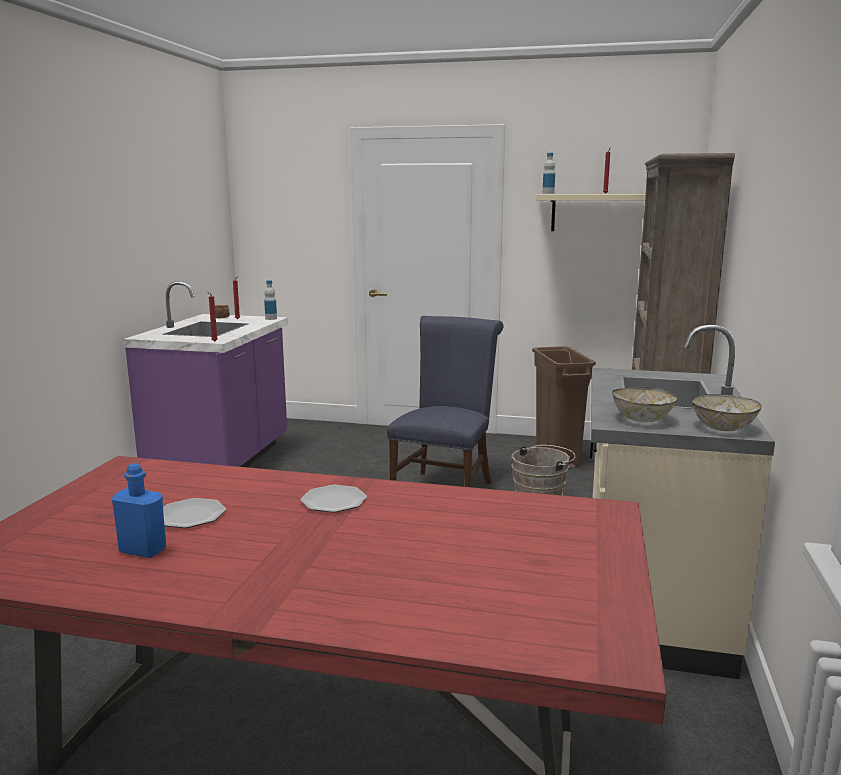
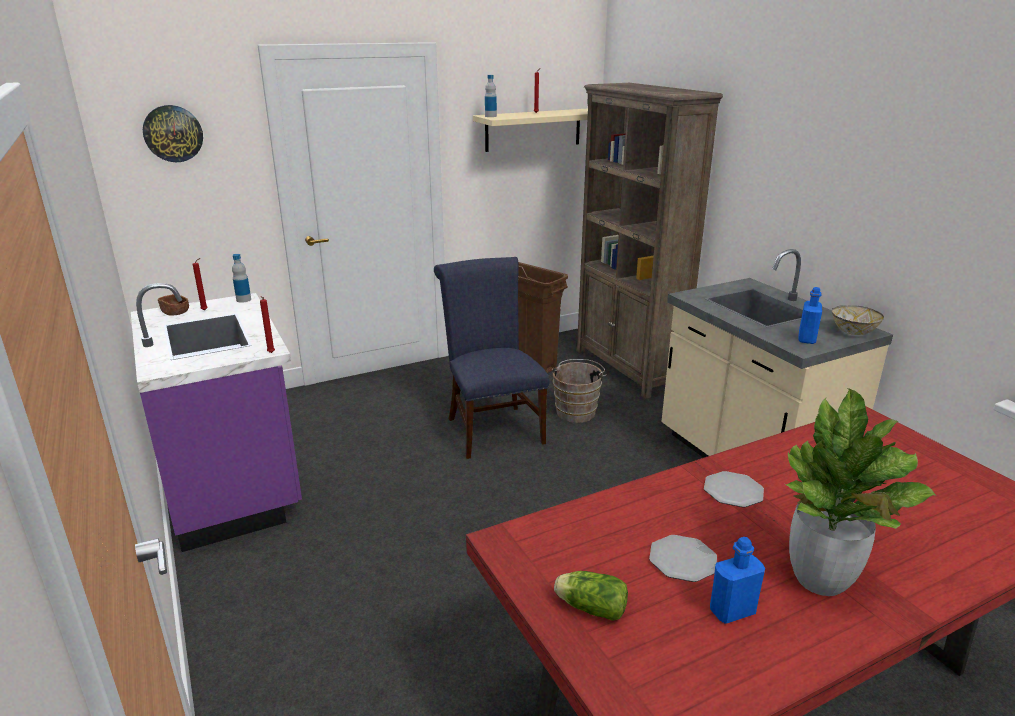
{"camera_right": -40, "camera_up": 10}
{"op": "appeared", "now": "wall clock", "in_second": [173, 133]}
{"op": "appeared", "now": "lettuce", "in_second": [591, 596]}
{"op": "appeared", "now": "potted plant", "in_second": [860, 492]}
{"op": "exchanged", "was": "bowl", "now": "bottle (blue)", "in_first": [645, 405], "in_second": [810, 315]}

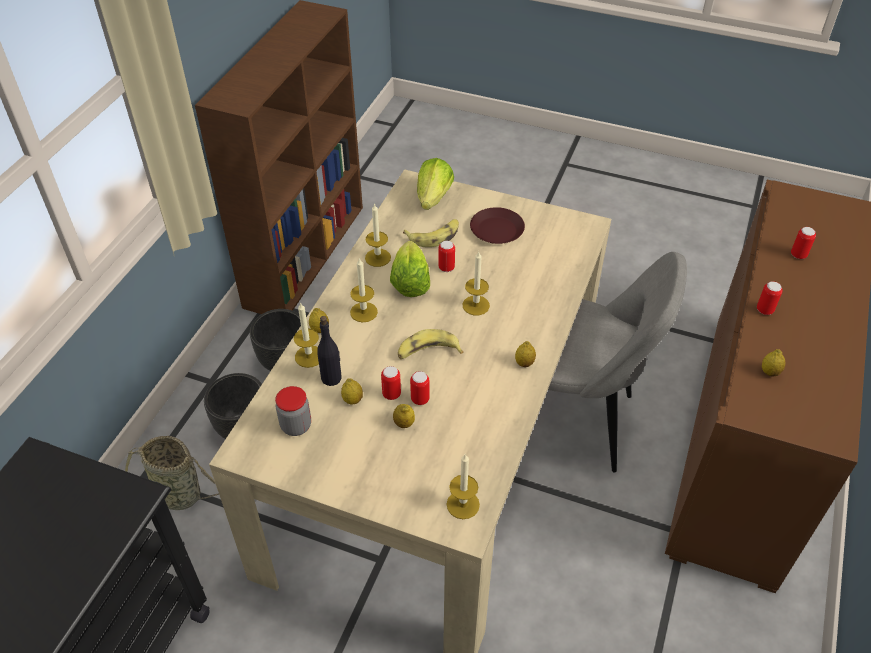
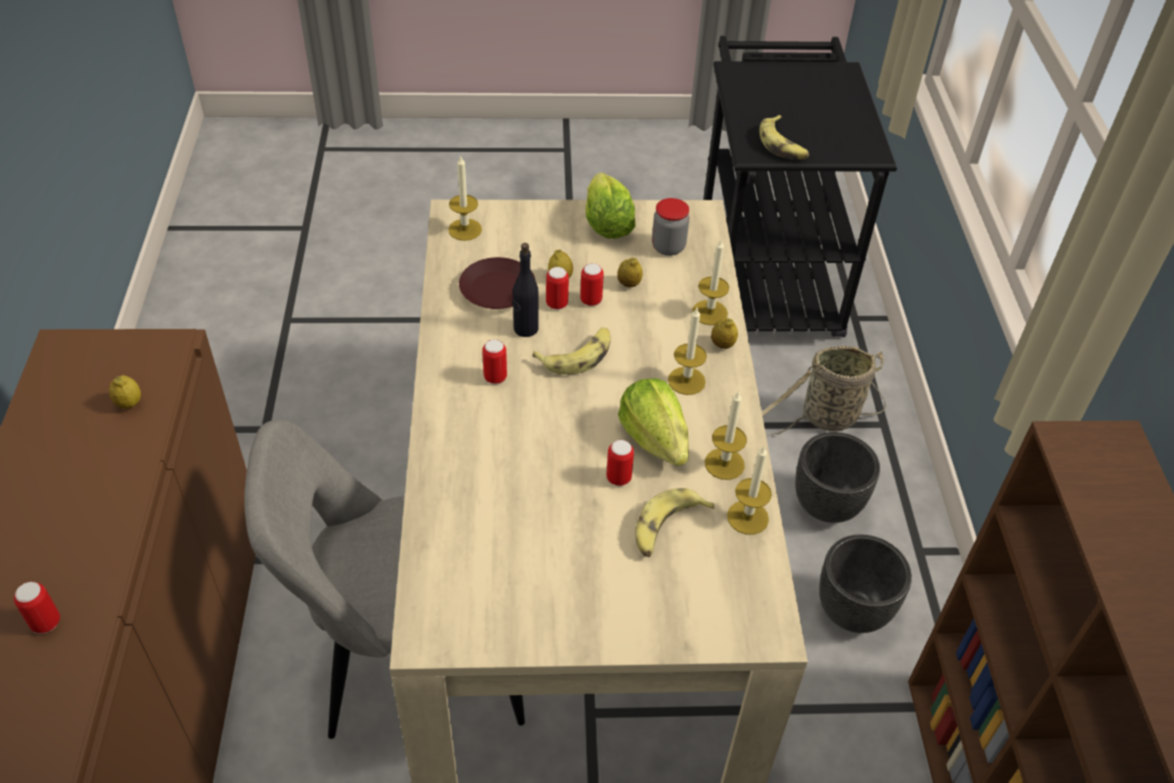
{"camera_right": 155, "camera_up": 0}
{"op": "relocated", "was": "plate (brown)", "in_first": [497, 225], "in_second": [497, 283]}
{"op": "relocated", "was": "can", "in_first": [770, 298], "in_second": [494, 361]}
{"op": "relocated", "was": "bottle (black)", "in_first": [329, 351], "in_second": [525, 290]}
{"op": "relocated", "was": "lettuce", "in_first": [435, 184], "in_second": [610, 206]}
{"op": "relocated", "was": "candle", "in_first": [476, 283], "in_second": [749, 490]}
{"op": "appeared", "now": "banana", "in_second": [784, 137]}
{"op": "missing", "was": "lemon", "in_first": [525, 354]}

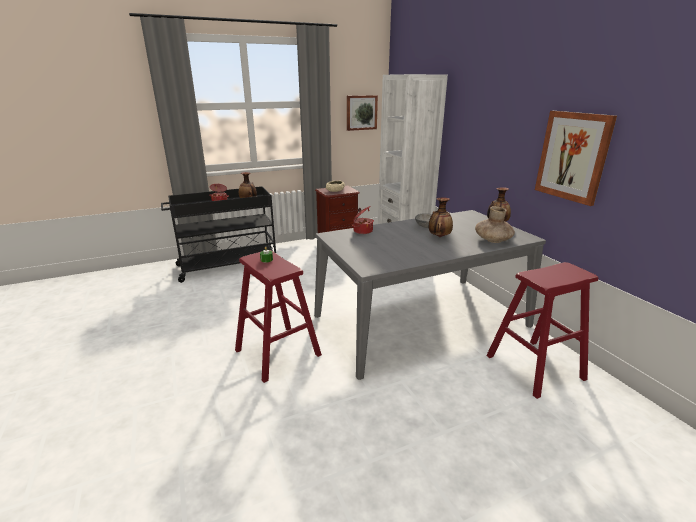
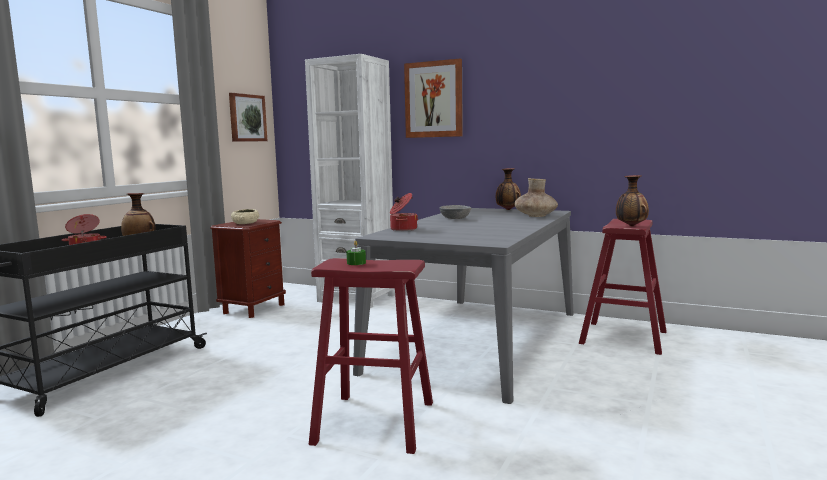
{"camera_right": -40, "camera_up": -15}
{"op": "relocated", "was": "picture", "in_first": [576, 158], "in_second": [433, 98]}
{"op": "relocated", "was": "vase", "in_first": [441, 217], "in_second": [632, 200]}

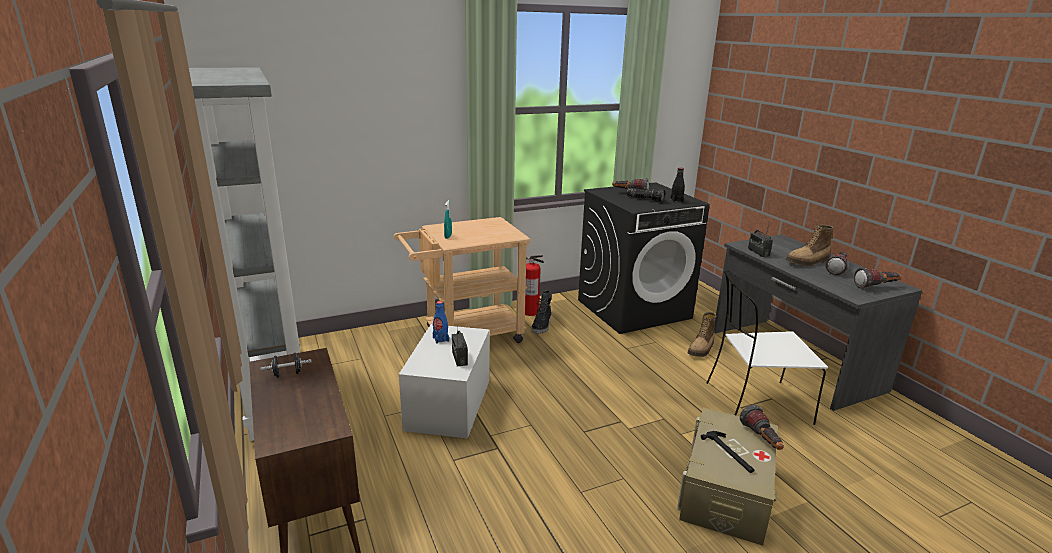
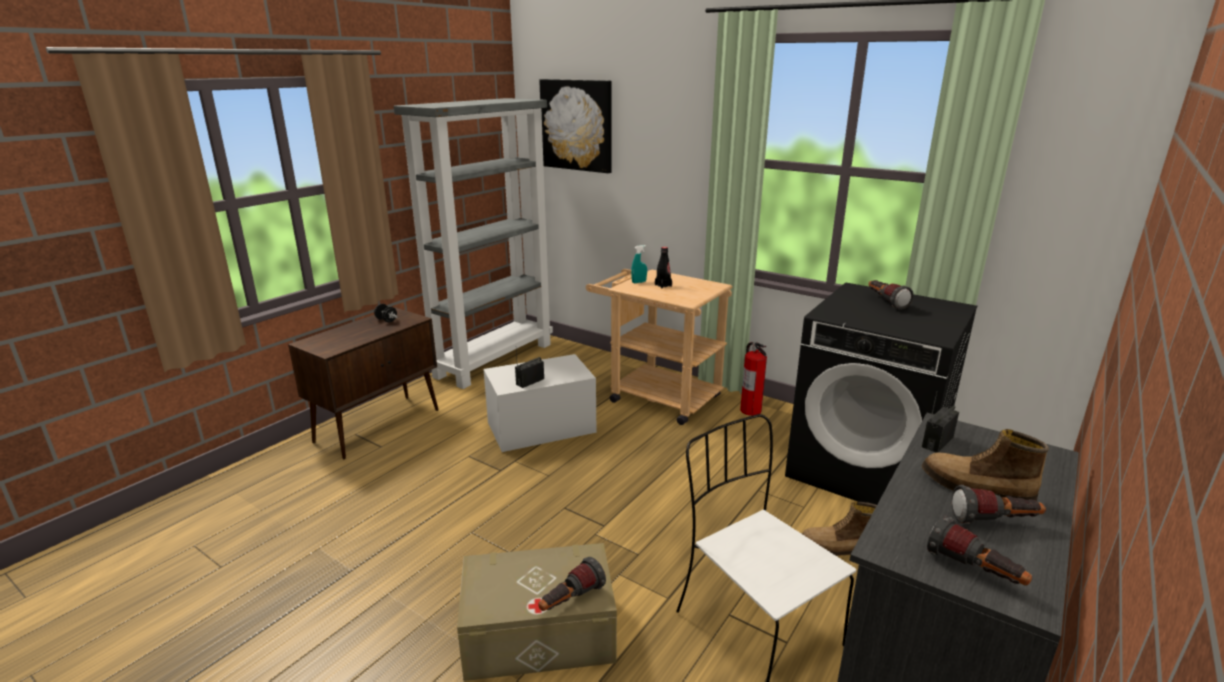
{"camera_right": 60, "camera_up": 0}
{"op": "appeared", "now": "picture", "in_second": [575, 126]}
{"op": "relocated", "was": "bottle (black)", "in_first": [677, 185], "in_second": [663, 267]}
{"op": "missing", "was": "bottle (blue)", "in_first": [441, 322]}
{"op": "missing", "was": "boot (black)", "in_first": [541, 312]}
{"op": "missing", "was": "flashlight", "in_first": [646, 195]}
{"op": "missing", "was": "hammer", "in_first": [728, 452]}

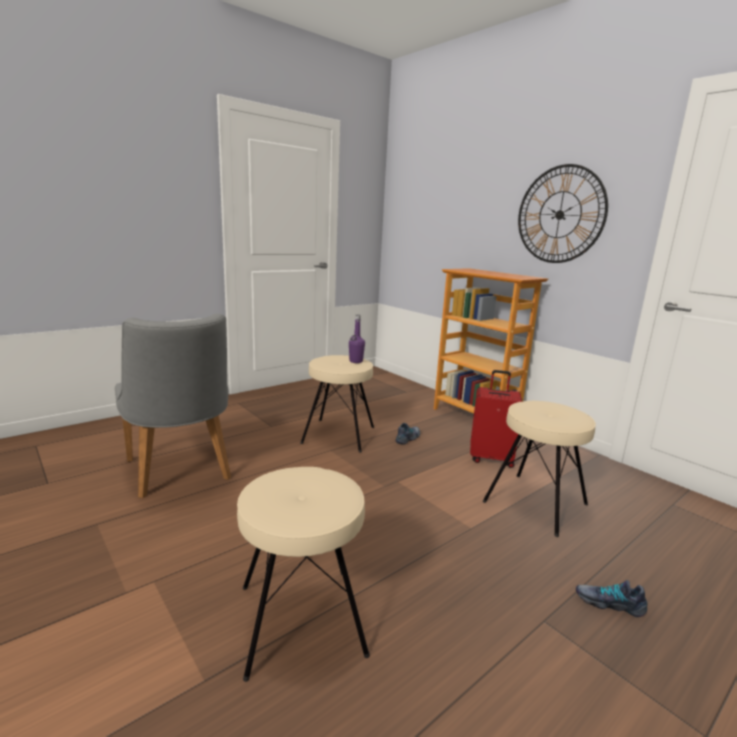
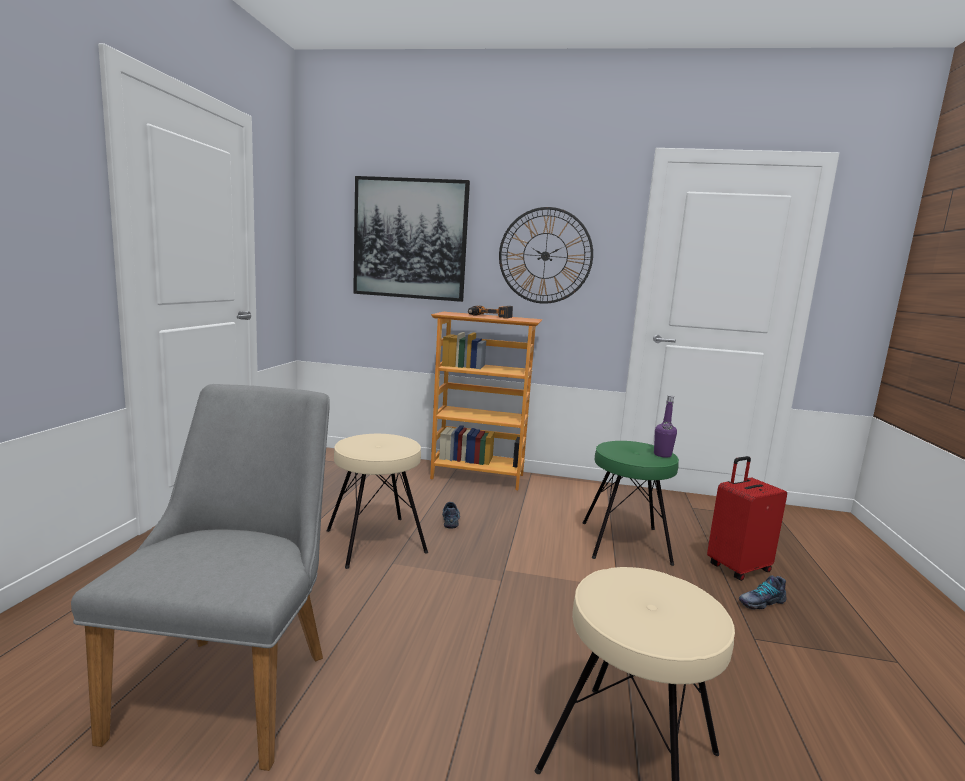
{"camera_right": -40, "camera_up": -5}
{"op": "spun", "was": "chair (grey)", "in_first": [173, 406], "in_second": [200, 577], "clockwise": -105}
{"op": "appeared", "now": "picture", "in_second": [411, 239]}
{"op": "appeared", "now": "power drill", "in_second": [490, 312]}
{"op": "colour", "was": "stool (beige)", "now": "stool (green)", "in_first": [539, 468], "in_second": [630, 503]}
{"op": "relocated", "was": "bottle (purple)", "in_first": [357, 339], "in_second": [665, 426]}
{"op": "relocated", "was": "suitcase (red)", "in_first": [496, 419], "in_second": [747, 518]}

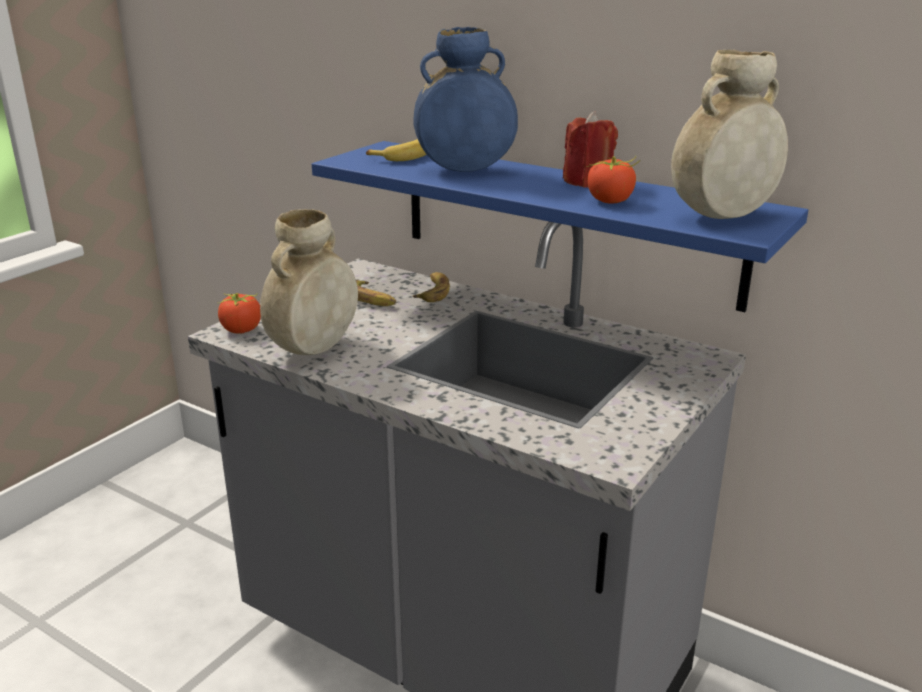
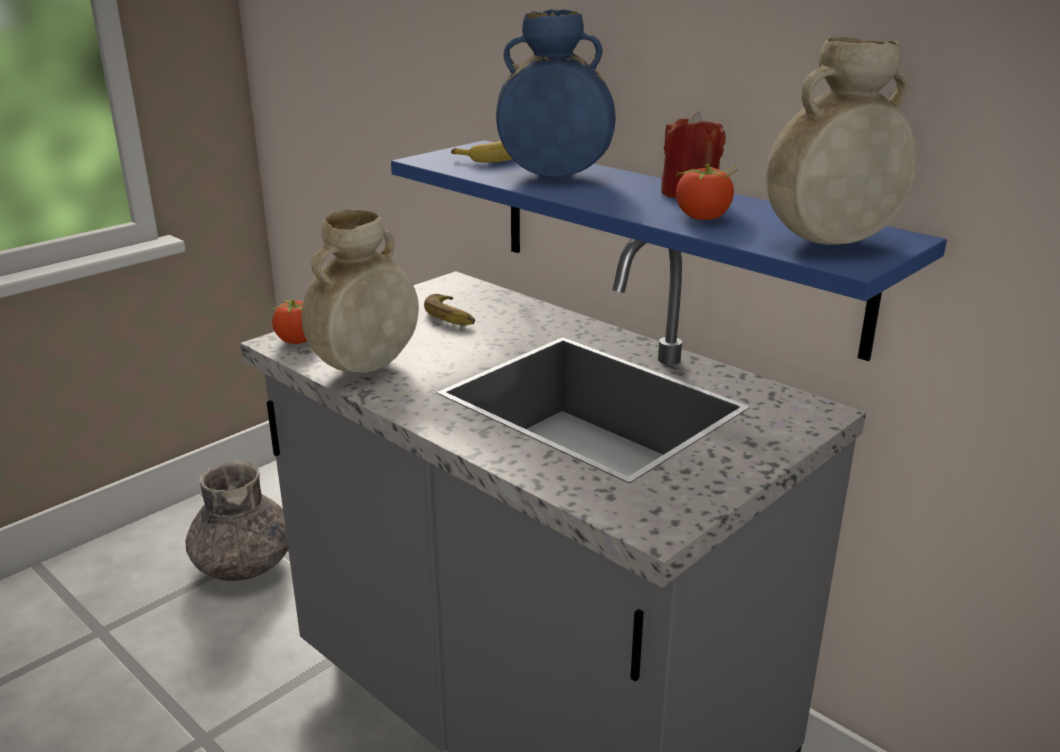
{"camera_right": 10, "camera_up": 0}
{"op": "appeared", "now": "vase (grey)", "in_second": [236, 521]}
{"op": "missing", "was": "banana", "in_first": [431, 287]}

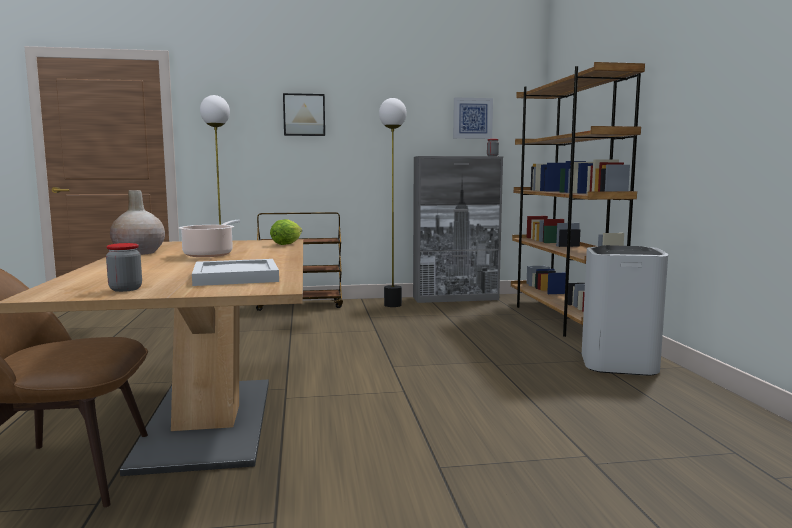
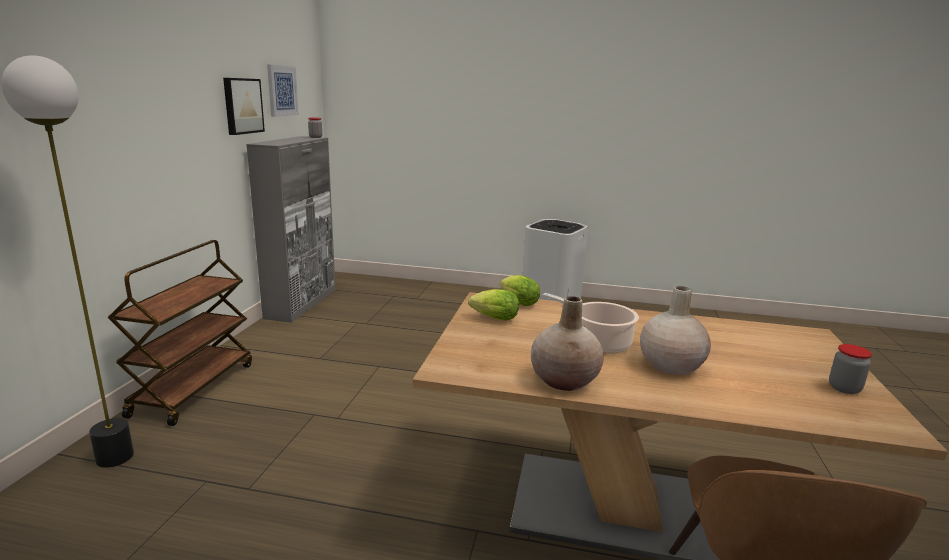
{"camera_right": -70, "camera_up": 10}
{"op": "relocated", "was": "picture", "in_first": [304, 114], "in_second": [244, 106]}
{"op": "appeared", "now": "lettuce", "in_second": [493, 305]}
{"op": "appeared", "now": "vase (beige)", "in_second": [675, 330]}
{"op": "missing", "was": "tray (white)", "in_first": [235, 272]}
{"op": "missing", "was": "floor lamp", "in_first": [393, 202]}
{"op": "missing", "was": "bookcase (brown)", "in_first": [578, 199]}

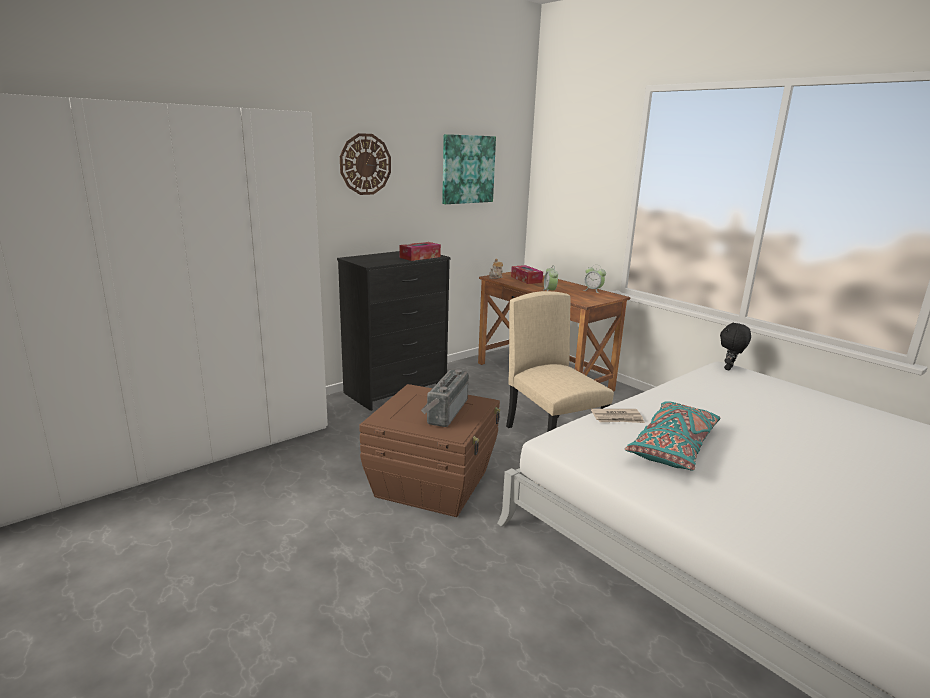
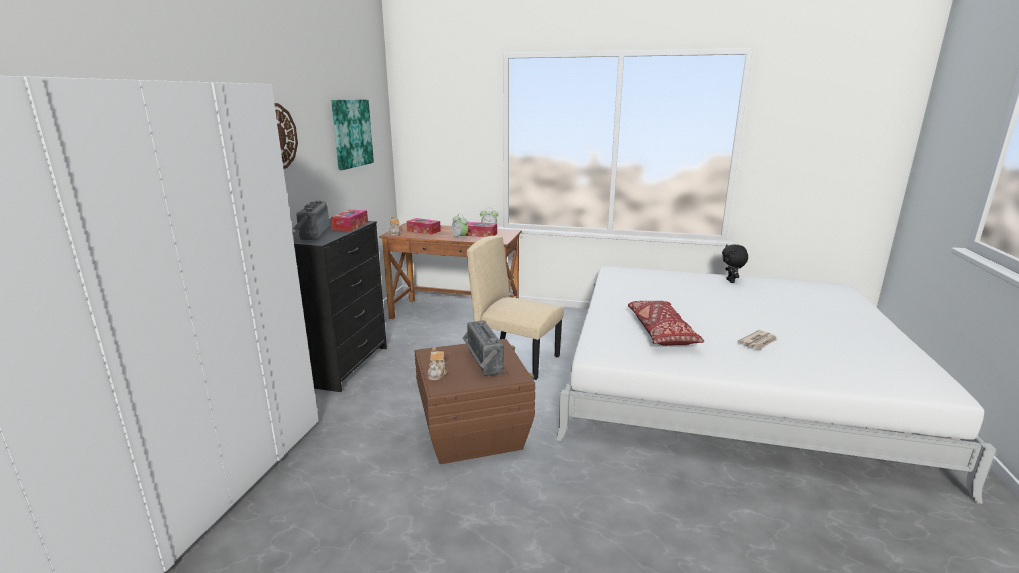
{"camera_right": -35, "camera_up": 0}
{"op": "appeared", "now": "radio", "in_second": [311, 220]}
{"op": "appeared", "now": "teapot", "in_second": [437, 364]}
{"op": "appeared", "now": "tissue box", "in_second": [481, 229]}
{"op": "colour", "was": "pillow (turquoise)", "now": "pillow (red)", "in_first": [672, 436], "in_second": [666, 323]}
{"op": "relocated", "was": "plush toy (black)", "in_first": [735, 346], "in_second": [735, 263]}
{"op": "relocated", "was": "newspaper", "in_first": [618, 416], "in_second": [758, 340]}

